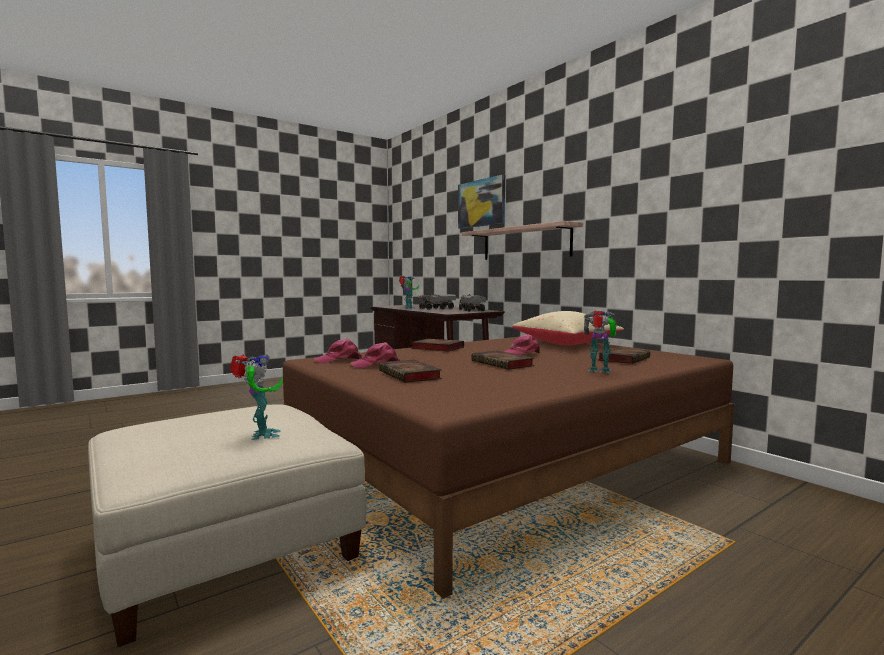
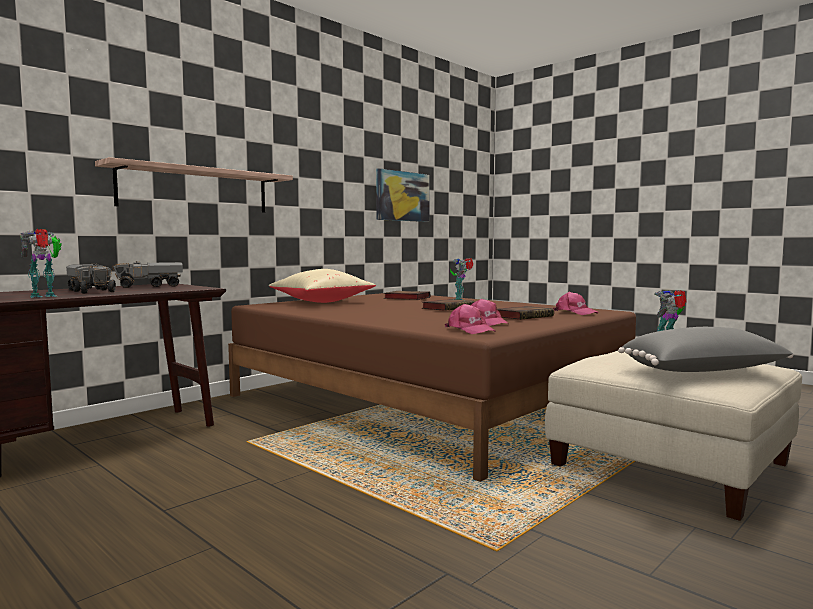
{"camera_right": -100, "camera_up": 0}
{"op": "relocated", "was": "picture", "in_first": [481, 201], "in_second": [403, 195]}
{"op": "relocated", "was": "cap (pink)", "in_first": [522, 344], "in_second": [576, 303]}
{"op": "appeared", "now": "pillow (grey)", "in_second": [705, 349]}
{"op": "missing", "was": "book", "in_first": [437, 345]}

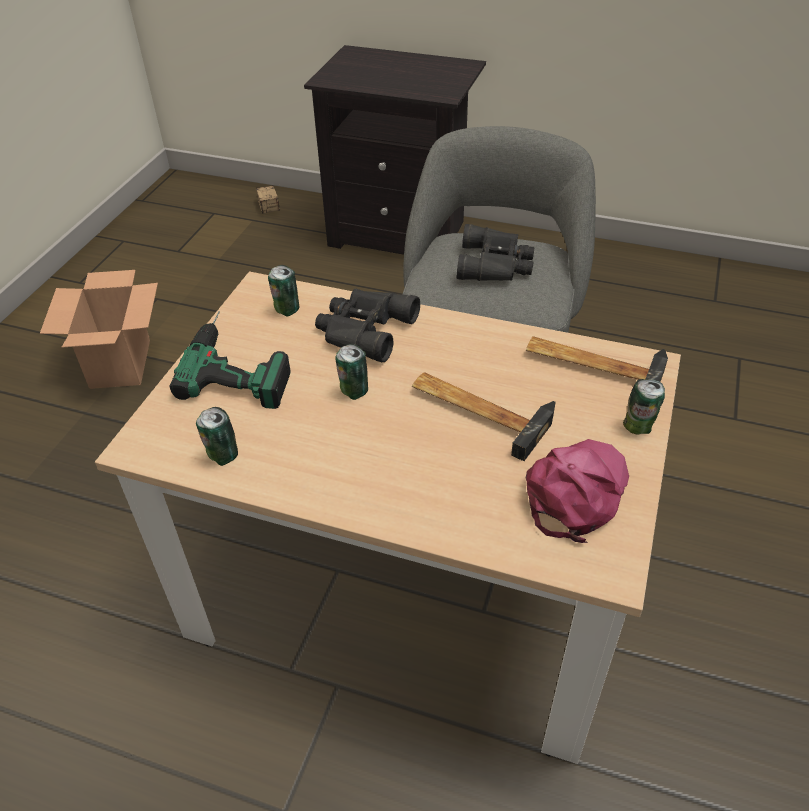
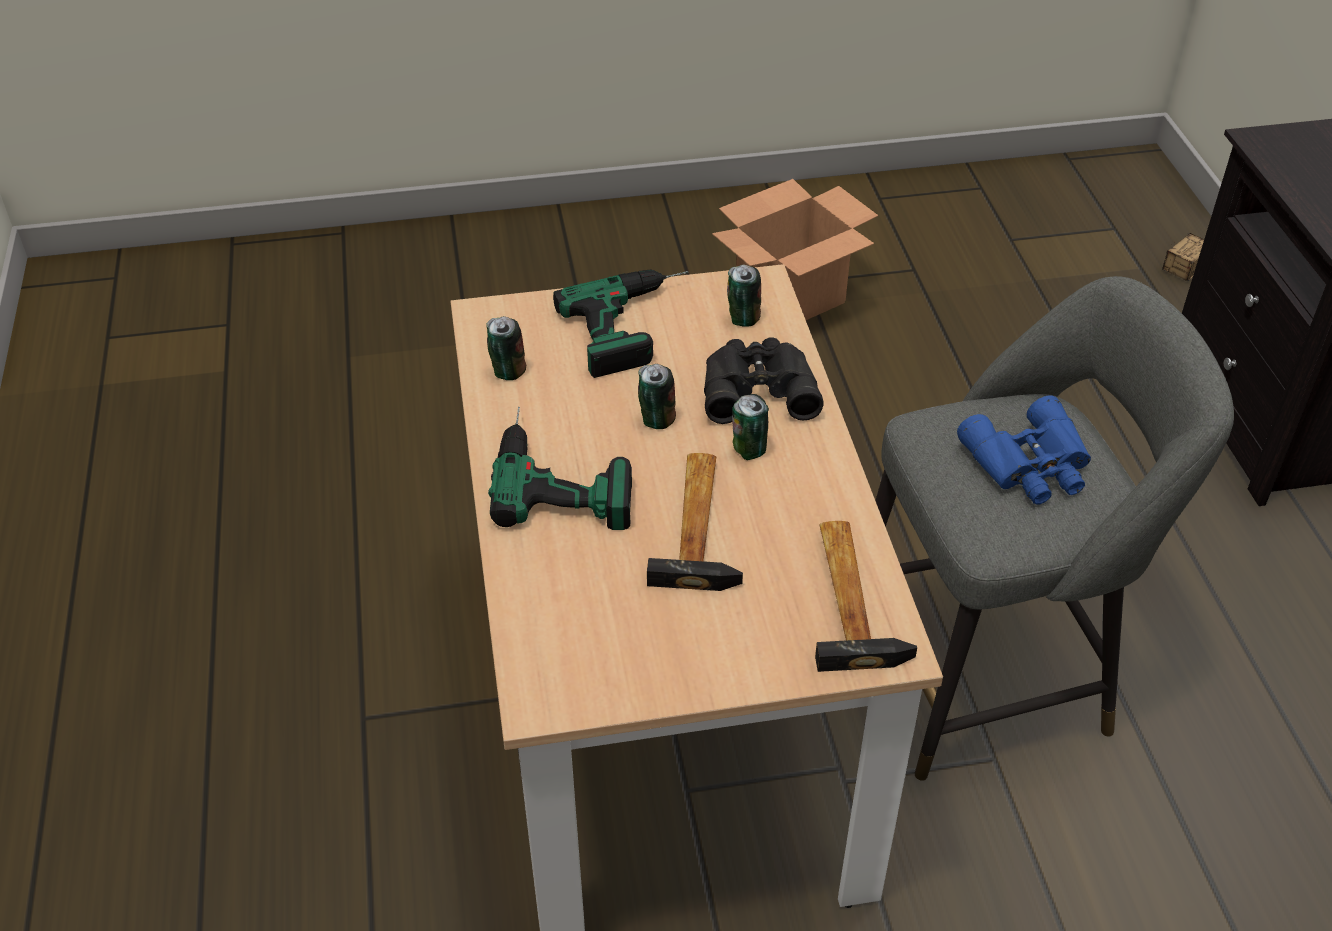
{"camera_right": 60, "camera_up": 0}
{"op": "appeared", "now": "power drill", "in_second": [560, 468]}
{"op": "relocated", "was": "can", "in_first": [644, 406], "in_second": [750, 427]}
{"op": "colour", "was": "binoculars (black)", "now": "binoculars (blue)", "in_first": [495, 252], "in_second": [1024, 449]}
{"op": "missing", "was": "cap (pink)", "in_first": [577, 491]}

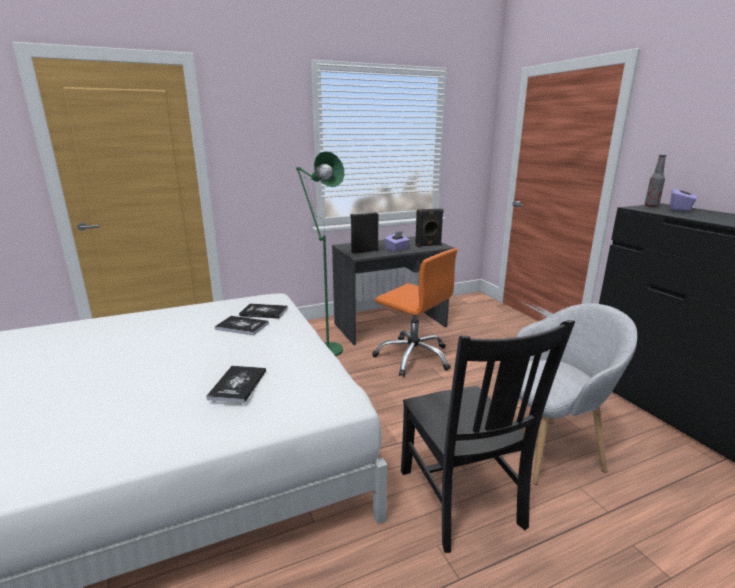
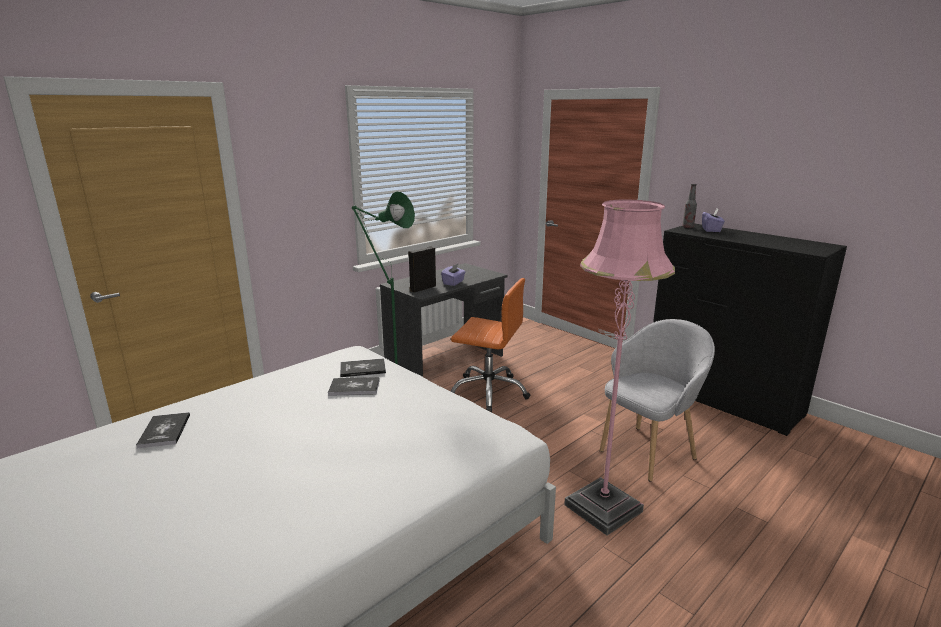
{"camera_right": -20, "camera_up": 0}
{"op": "relocated", "was": "book", "in_first": [236, 384], "in_second": [163, 430]}
{"op": "exchanged", "was": "chair (black)", "now": "floor lamp (pink)", "in_first": [488, 436], "in_second": [619, 368]}
{"op": "missing", "was": "speaker (black)", "in_first": [429, 228]}

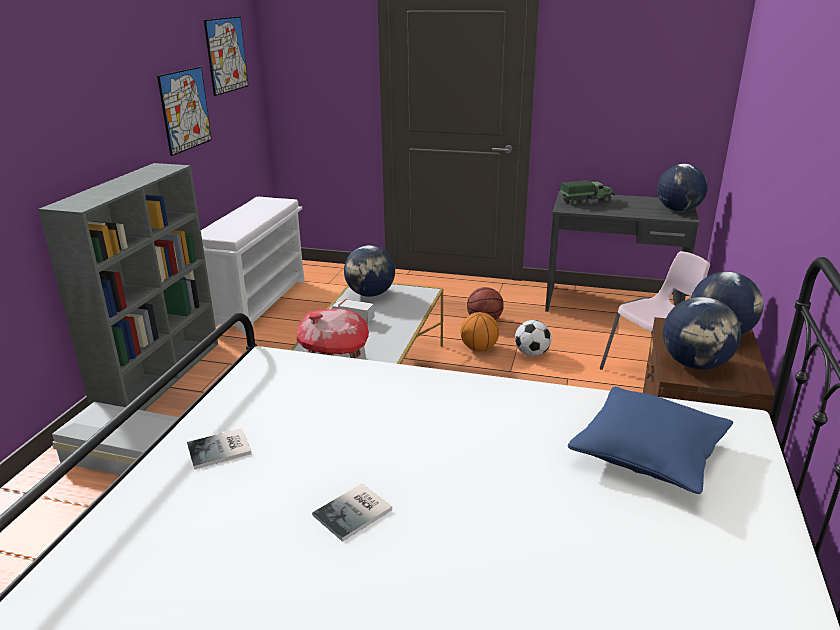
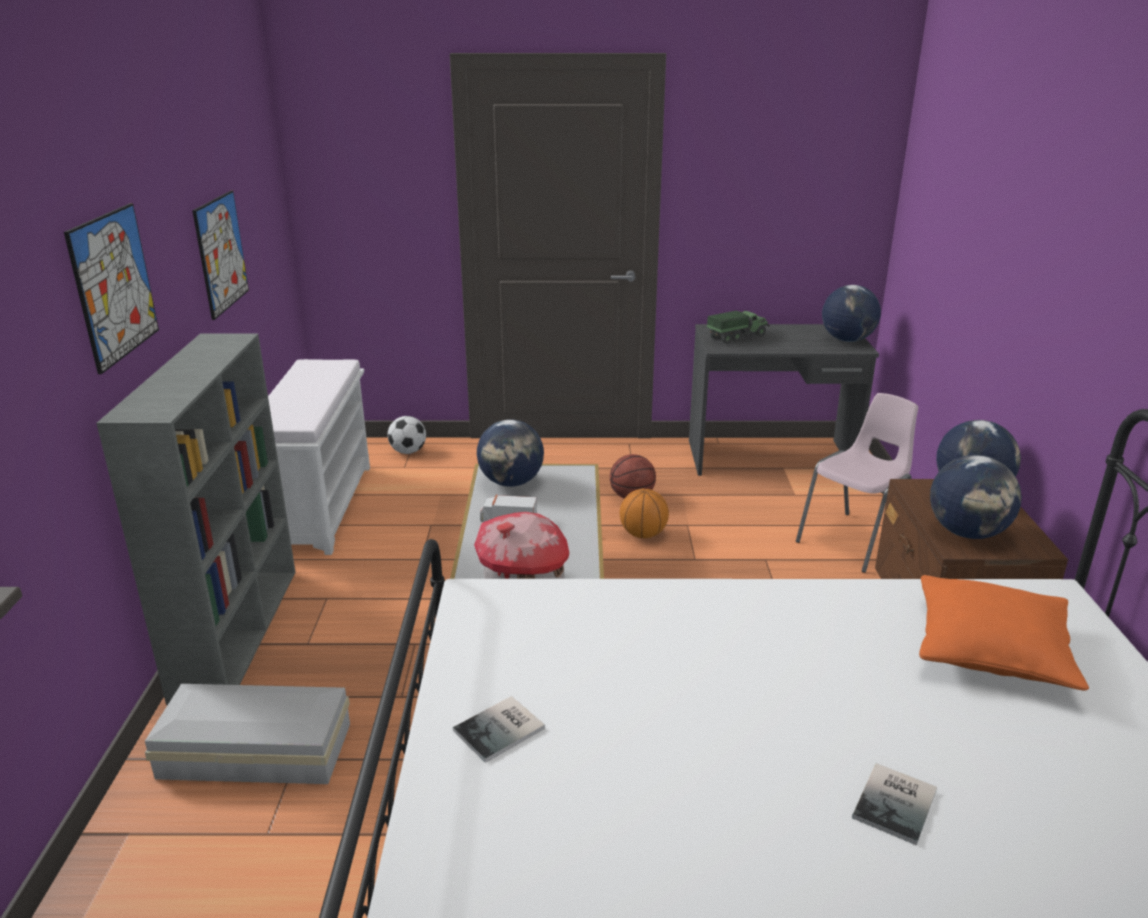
{"camera_right": -15, "camera_up": 0}
{"op": "relocated", "was": "picture", "in_first": [226, 56], "in_second": [111, 288]}
{"op": "relocated", "was": "football", "in_first": [533, 338], "in_second": [407, 435]}
{"op": "relocated", "was": "book", "in_first": [352, 513], "in_second": [894, 804]}
{"op": "colour", "was": "pillow (blue)", "now": "pillow (orange)", "in_first": [650, 440], "in_second": [1004, 633]}

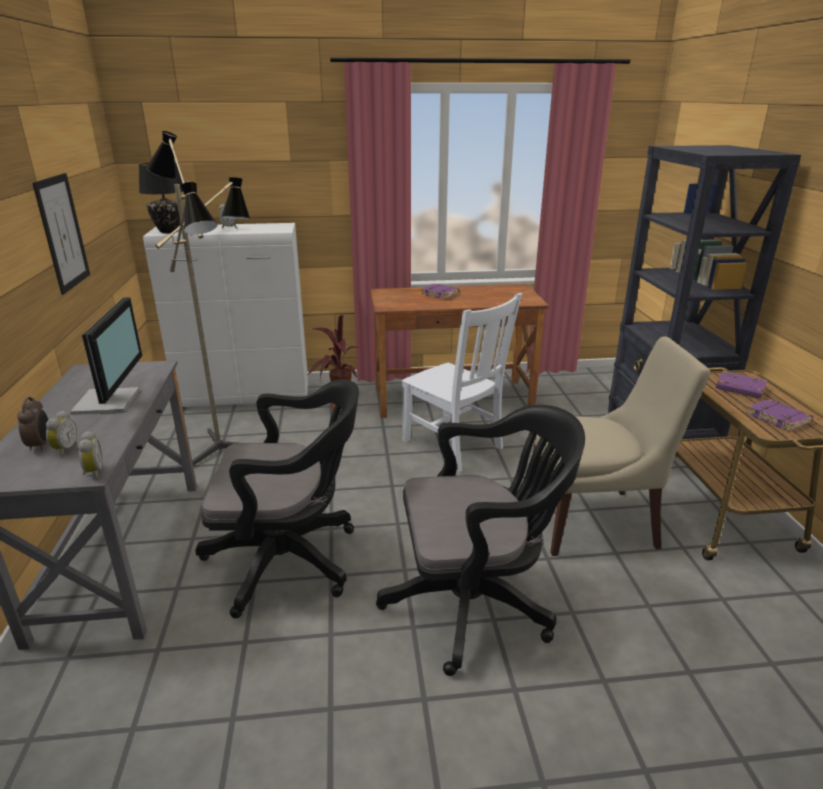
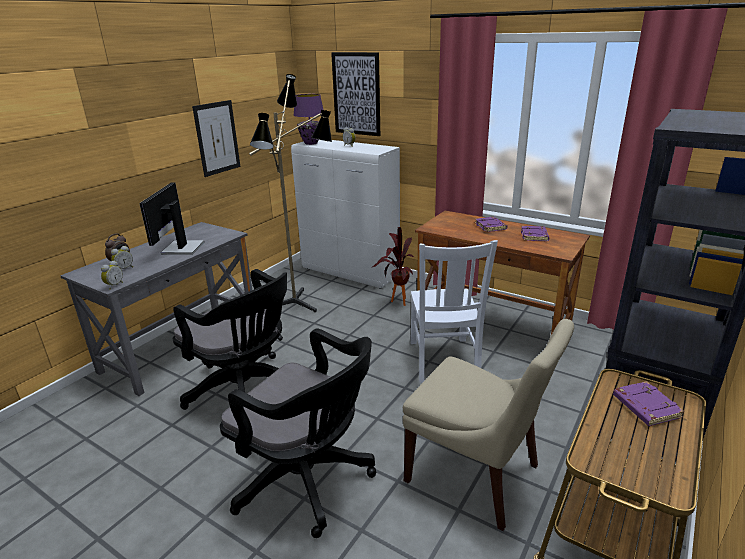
{"camera_right": 40, "camera_up": 0}
{"op": "spun", "was": "monitor", "in_first": [106, 356], "in_second": [171, 218], "clockwise": 150}
{"op": "colour", "was": "table lamp (black)", "now": "table lamp (purple)", "in_first": [161, 198], "in_second": [308, 119]}
{"op": "appeared", "now": "picture", "in_second": [355, 94]}
{"op": "relocated", "was": "book (purple)", "in_first": [779, 415], "in_second": [535, 233]}

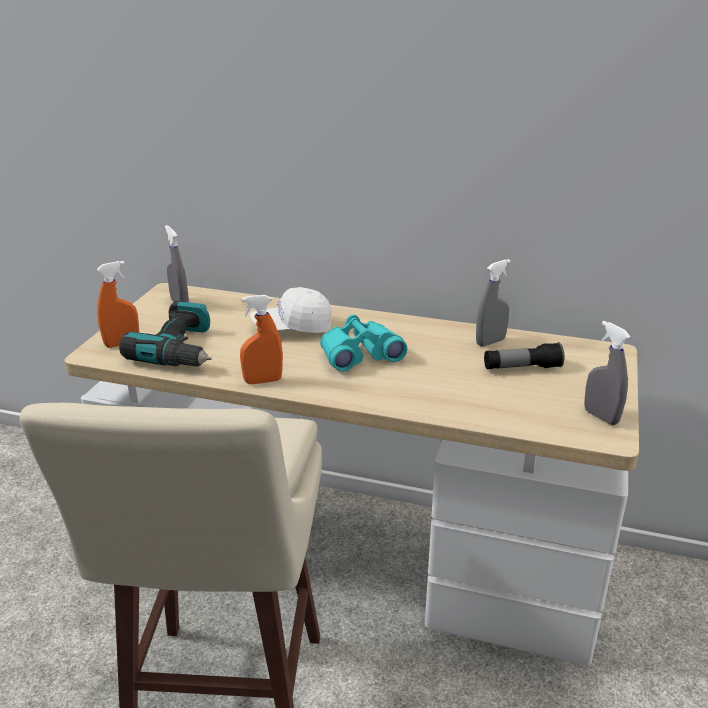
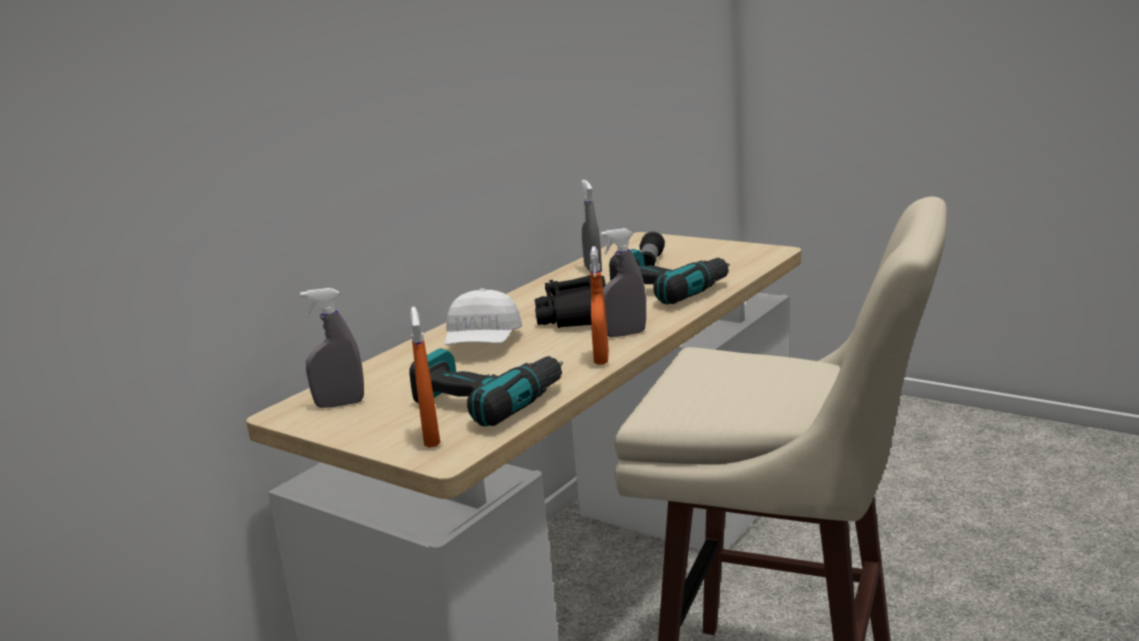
{"camera_right": -70, "camera_up": -10}
{"op": "colour", "was": "binoculars (turquoise)", "now": "binoculars (black)", "in_first": [363, 343], "in_second": [570, 301]}
{"op": "relocated", "was": "spray bottle (grey)", "in_first": [607, 373], "in_second": [623, 282]}
{"op": "appeared", "now": "power drill", "in_second": [669, 276]}

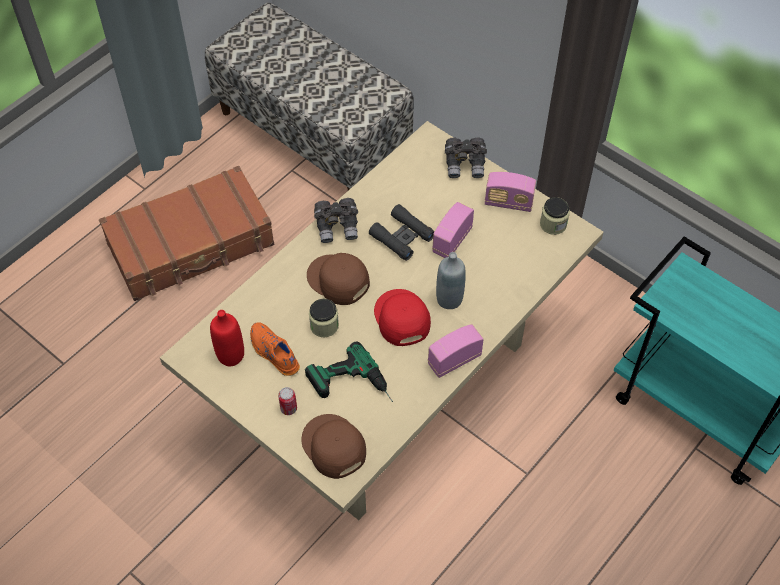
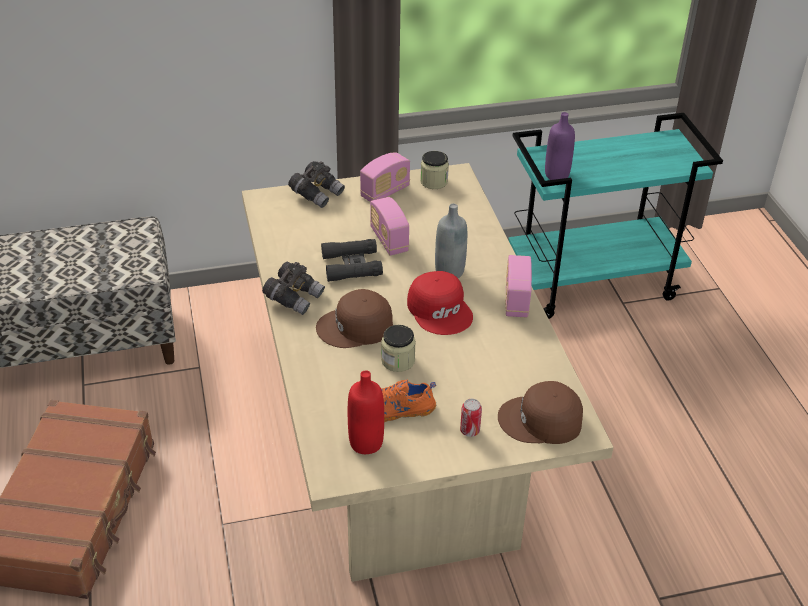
{"camera_right": -55, "camera_up": -15}
{"op": "spun", "was": "cap (red)", "in_first": [402, 317], "in_second": [440, 303], "clockwise": -135}
{"op": "appeared", "now": "bottle (purple)", "in_second": [560, 146]}
{"op": "missing", "was": "power drill", "in_first": [349, 371]}

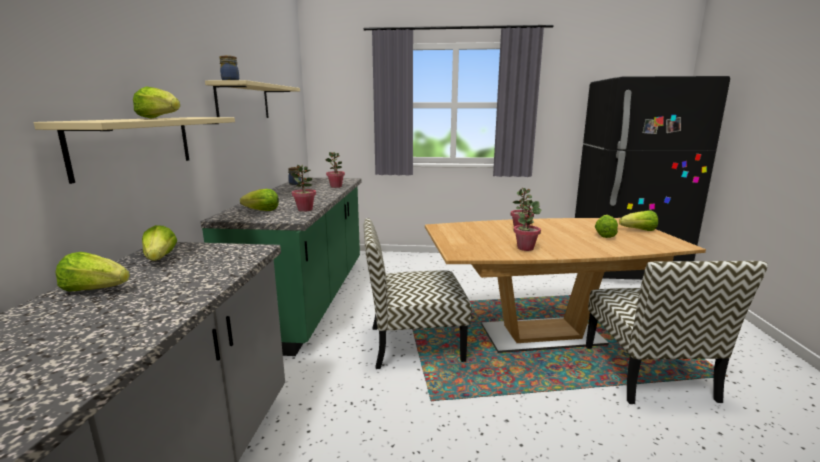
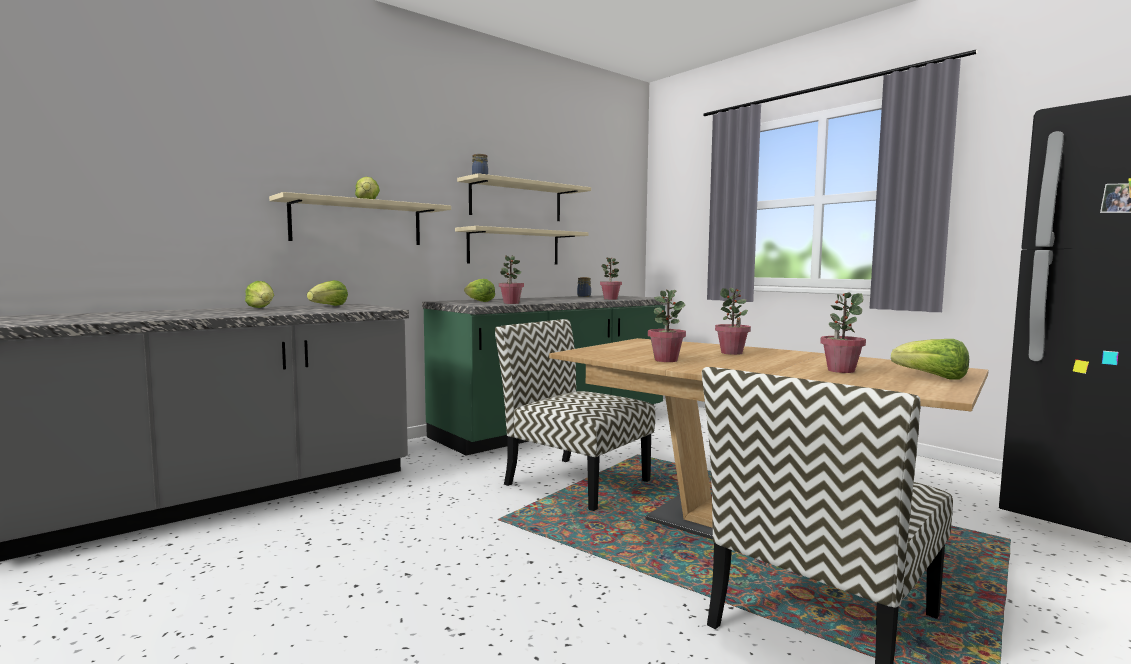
{"camera_right": 45, "camera_up": -10}
{"op": "appeared", "now": "shelf (beige)", "in_second": [522, 245]}
{"op": "exchanged", "was": "lettuce", "now": "potted plant", "in_first": [606, 226], "in_second": [843, 332]}

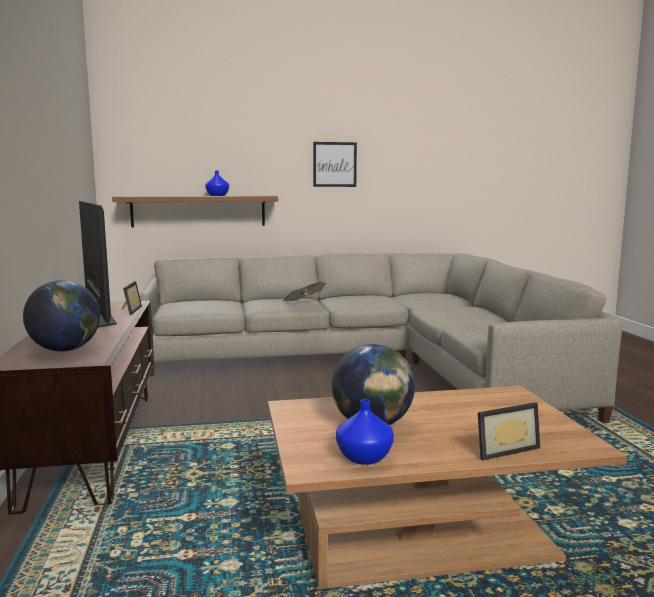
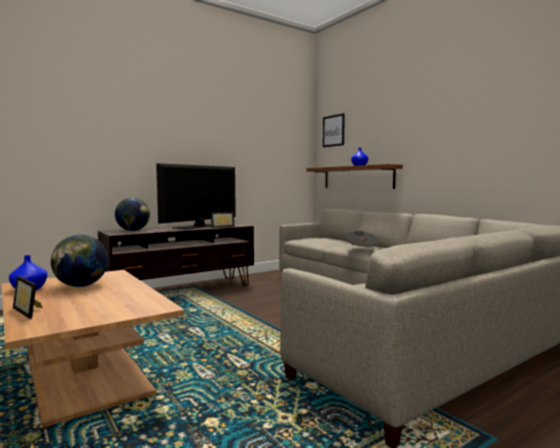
{"camera_right": 65, "camera_up": -5}
{"op": "relocated", "was": "picture", "in_first": [335, 164], "in_second": [334, 130]}

